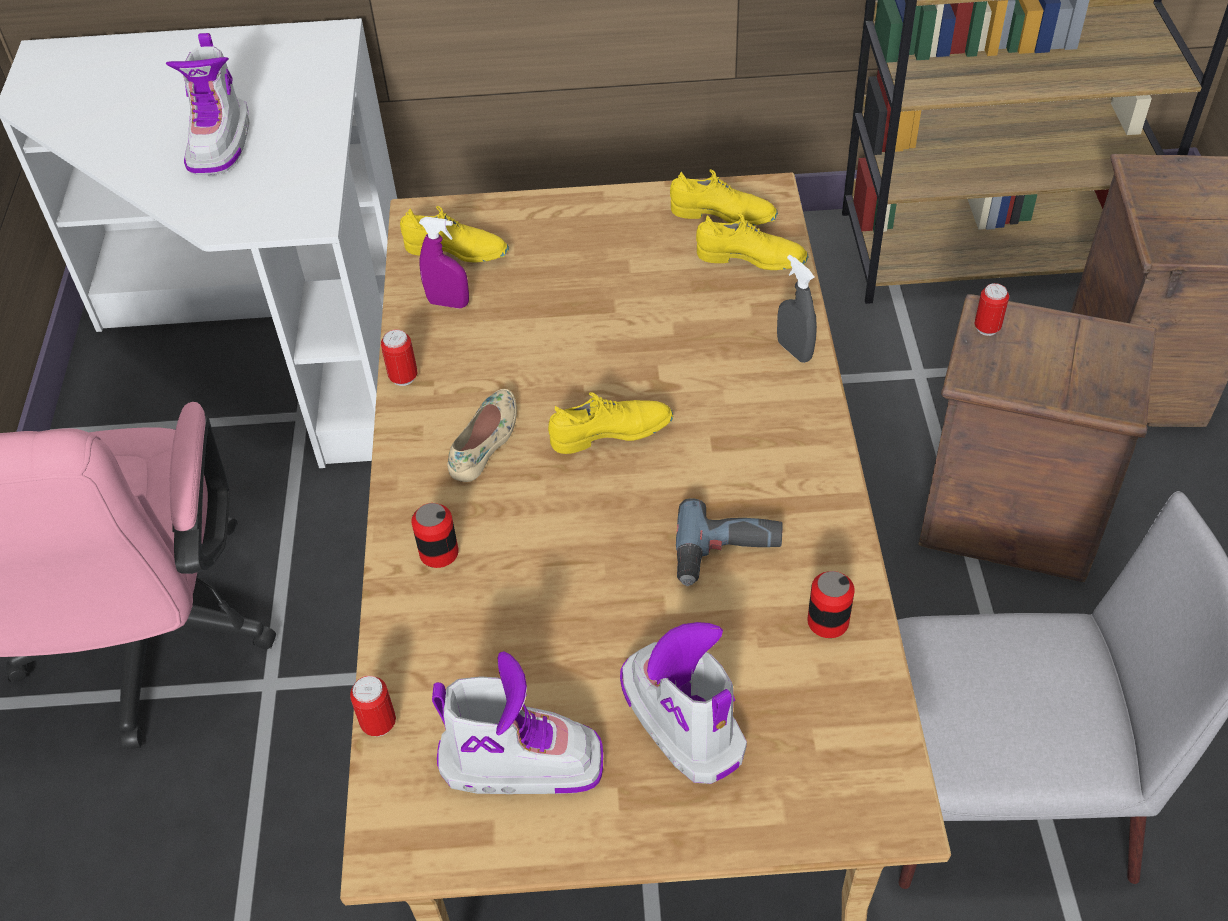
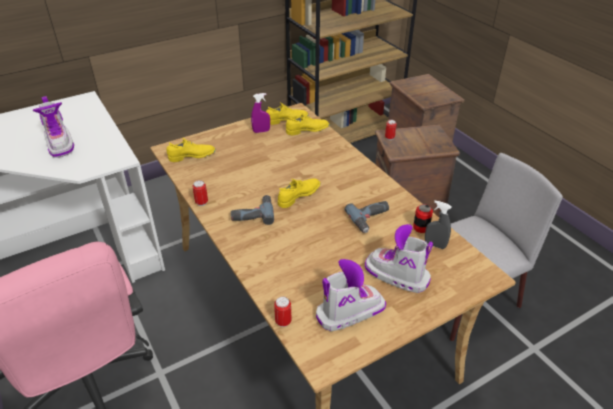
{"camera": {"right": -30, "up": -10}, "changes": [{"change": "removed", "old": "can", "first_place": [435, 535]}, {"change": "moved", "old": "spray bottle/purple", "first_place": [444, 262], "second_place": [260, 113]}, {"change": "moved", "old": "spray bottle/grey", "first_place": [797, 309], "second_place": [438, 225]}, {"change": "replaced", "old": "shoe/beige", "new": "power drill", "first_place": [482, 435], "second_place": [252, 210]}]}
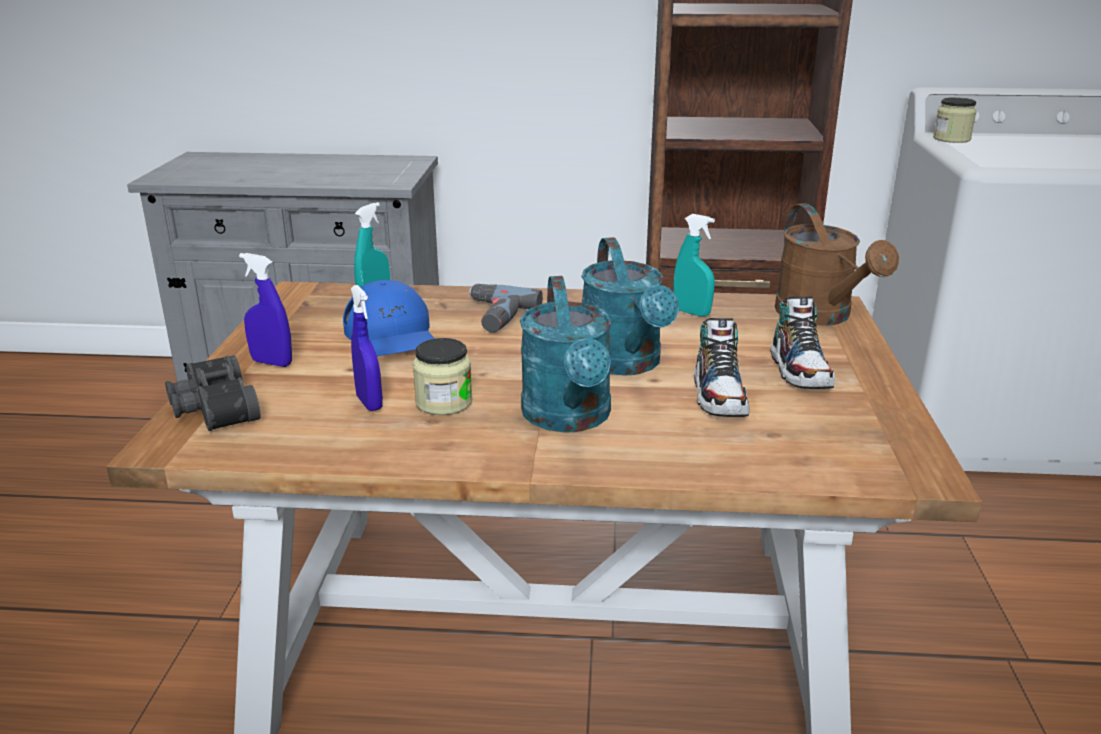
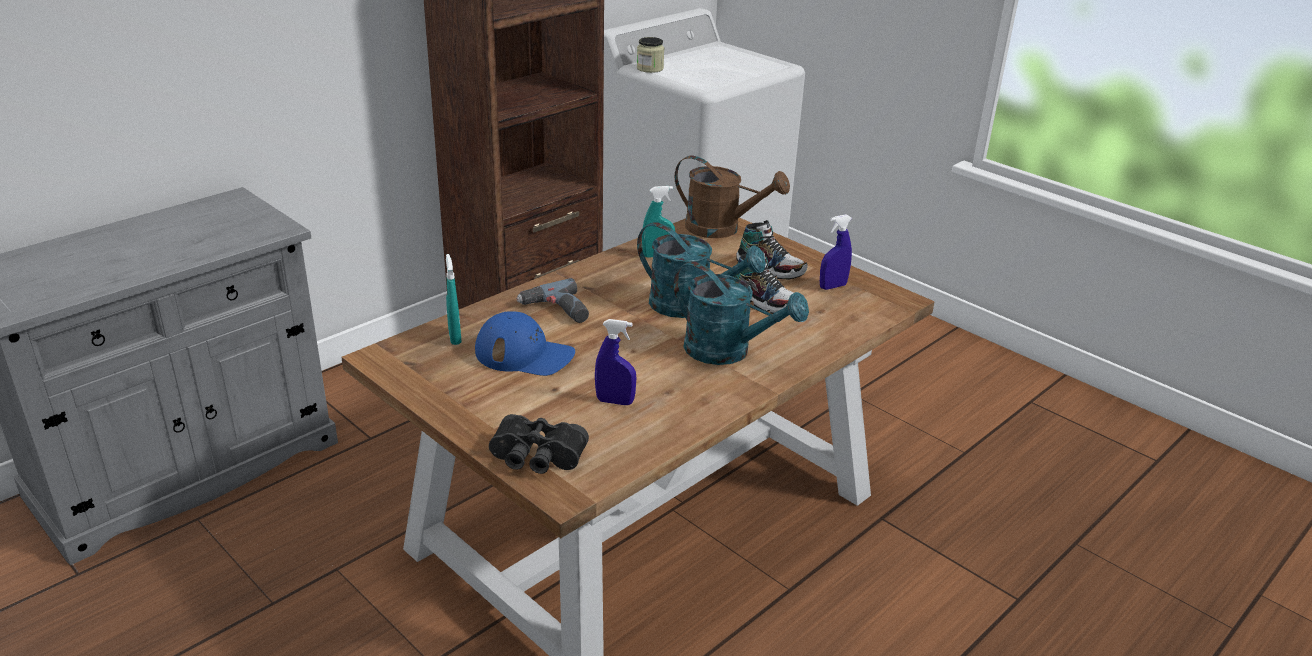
{"camera": {"right": -50, "up": 5}, "changes": [{"change": "removed", "old": "jar", "first_place": [442, 376]}, {"change": "moved", "old": "spray bottle/blue", "first_place": [265, 310], "second_place": [836, 252]}]}
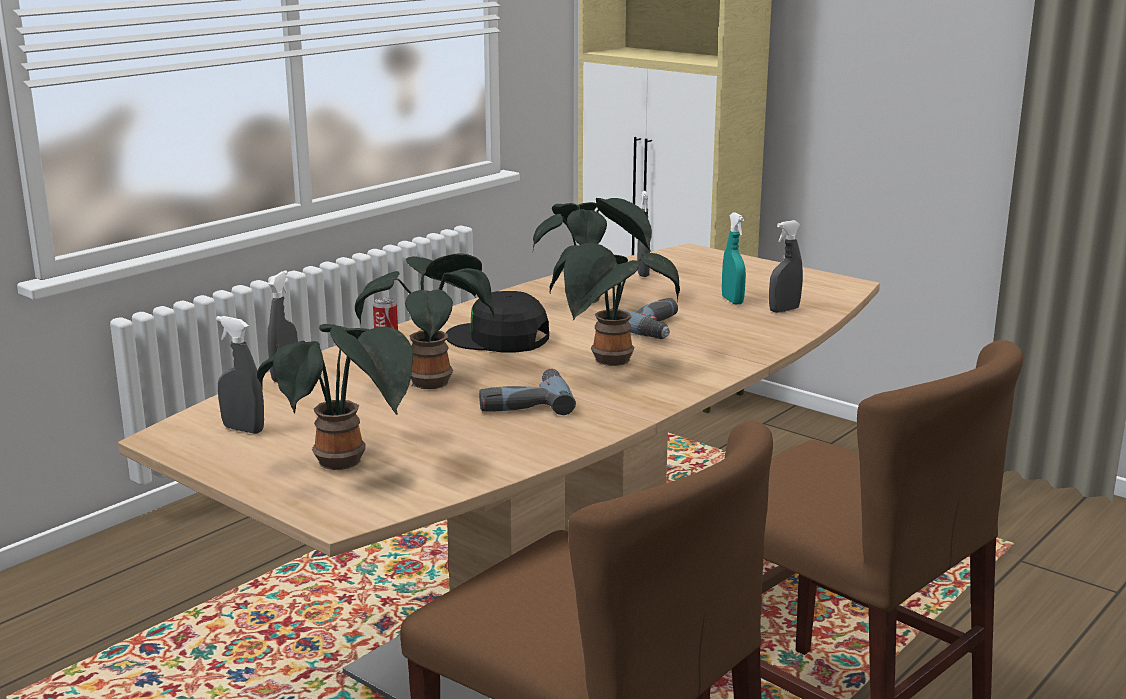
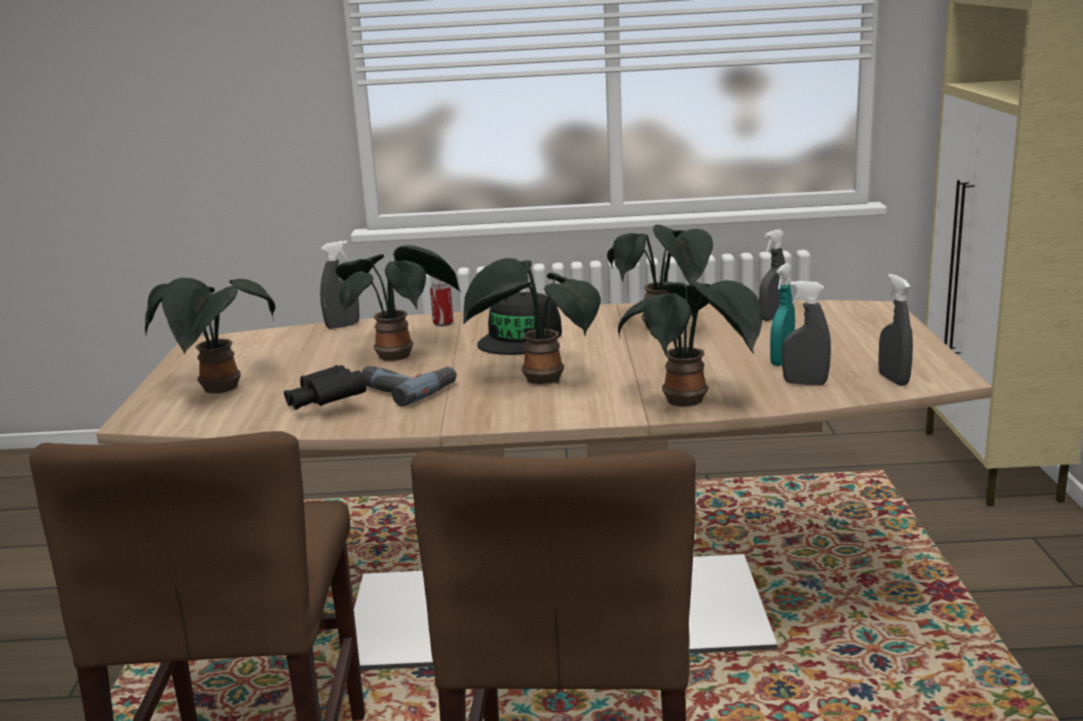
{"camera": {"right": 50, "up": 0}, "changes": [{"change": "removed", "old": "power drill", "first_place": [644, 318]}, {"change": "added", "new": "binoculars/black", "second_place": [325, 387]}, {"change": "added", "new": "potted plant", "second_place": [690, 343]}, {"change": "moved", "old": "spray bottle/grey", "first_place": [240, 375], "second_place": [895, 330]}, {"change": "turned", "old": "cap/black", "first_place": [497, 321], "second_place": [519, 323], "degrees": -135}]}
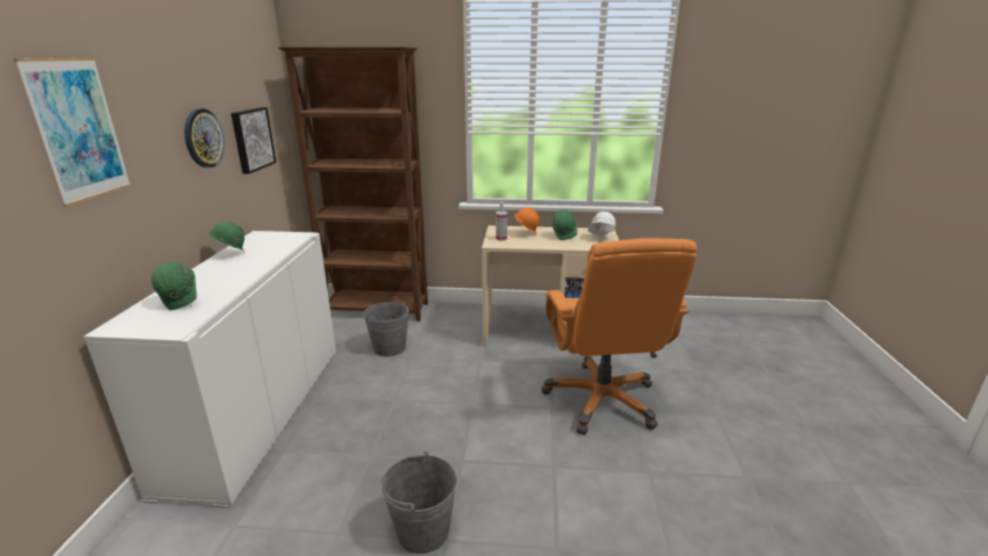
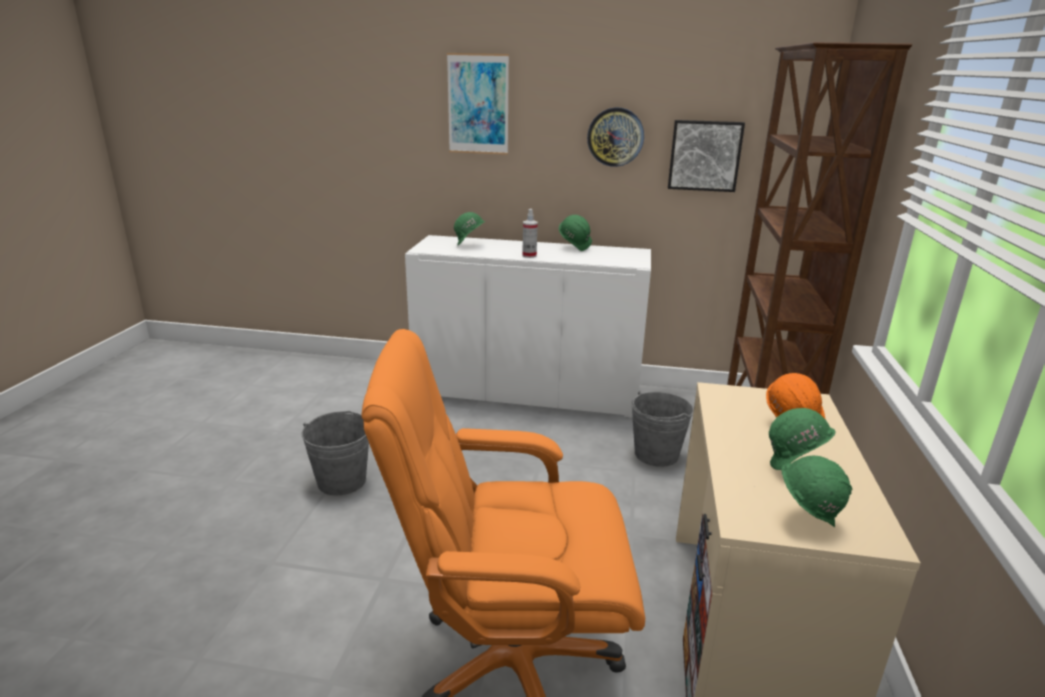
{"camera": {"right": 95, "up": 0}, "changes": [{"change": "moved", "old": "spray bottle", "first_place": [502, 221], "second_place": [530, 233]}, {"change": "recoloured", "old": "hard hat/white", "new": "hard hat/green", "first_place": [602, 224], "second_place": [817, 491]}]}
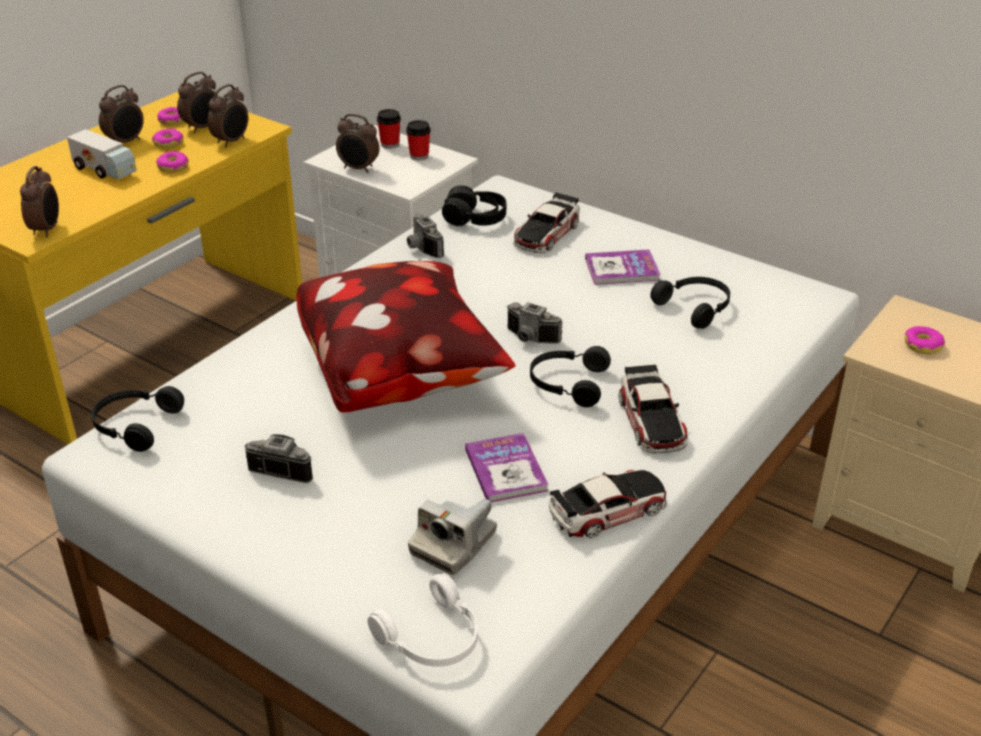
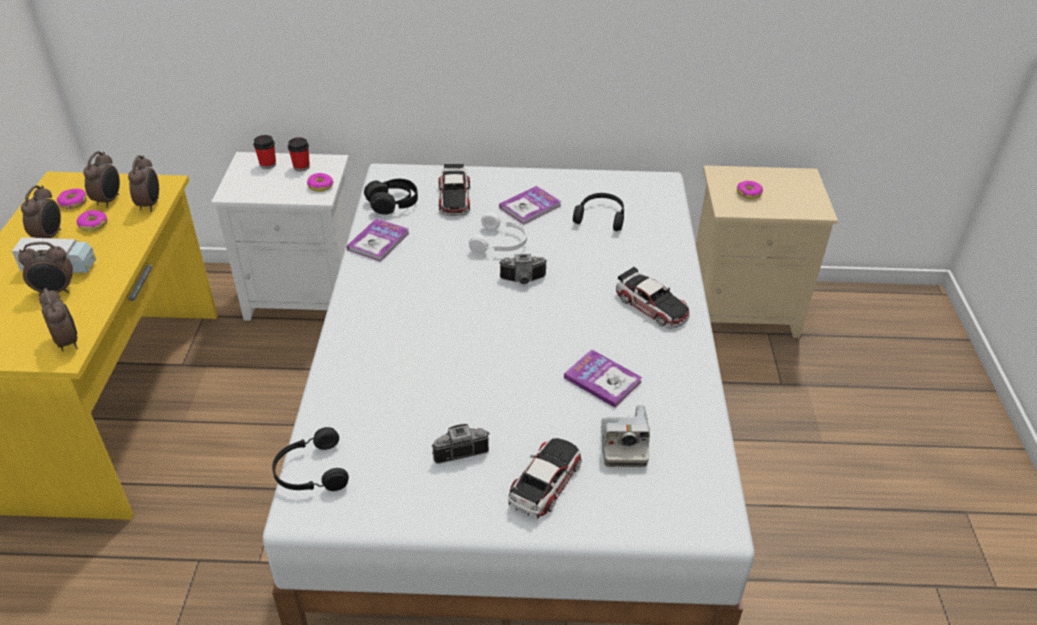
{"camera": {"right": -35, "up": 5}, "changes": [{"change": "removed", "old": "pillow", "first_place": [405, 336]}, {"change": "removed", "old": "headphones/black", "first_place": [570, 376]}, {"change": "moved", "old": "donut", "first_place": [172, 162], "second_place": [320, 182]}, {"change": "moved", "old": "alarm clock", "first_place": [358, 143], "second_place": [45, 269]}, {"change": "moved", "old": "headphones/white", "first_place": [423, 620], "second_place": [498, 233]}, {"change": "moved", "old": "toy car", "first_place": [607, 504], "second_place": [545, 478]}, {"change": "replaced", "old": "photo camera", "new": "book", "first_place": [425, 236], "second_place": [378, 240]}]}
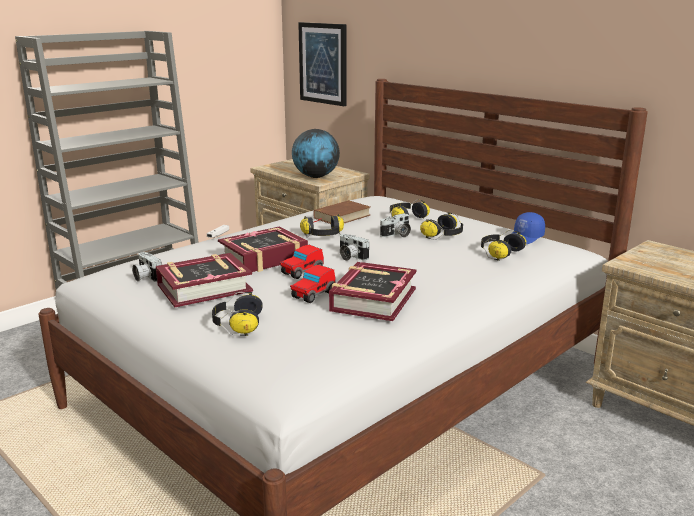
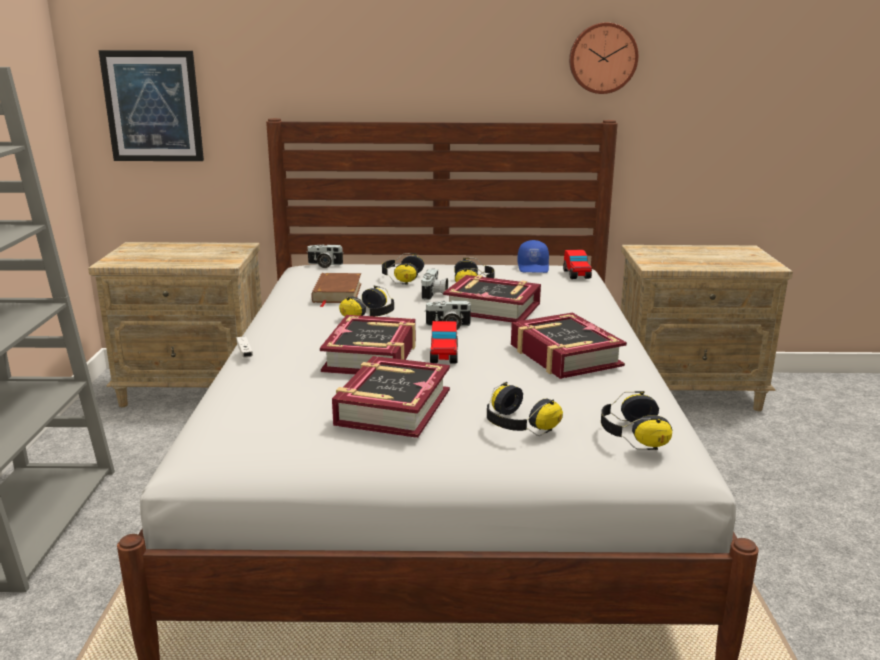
{"camera": {"right": -45, "up": 0}, "changes": [{"change": "removed", "old": "globe", "first_place": [316, 153]}, {"change": "added", "new": "book", "second_place": [492, 298]}, {"change": "added", "new": "wall clock", "second_place": [603, 58]}, {"change": "moved", "old": "photo camera", "first_place": [147, 267], "second_place": [326, 256]}, {"change": "moved", "old": "toy car", "first_place": [312, 284], "second_place": [577, 264]}, {"change": "moved", "old": "headphones", "first_place": [503, 245], "second_place": [636, 420]}]}
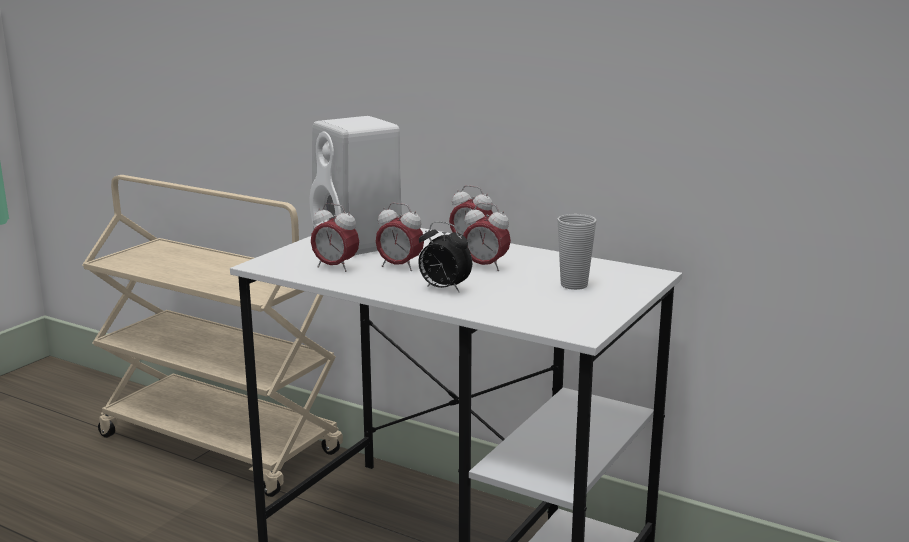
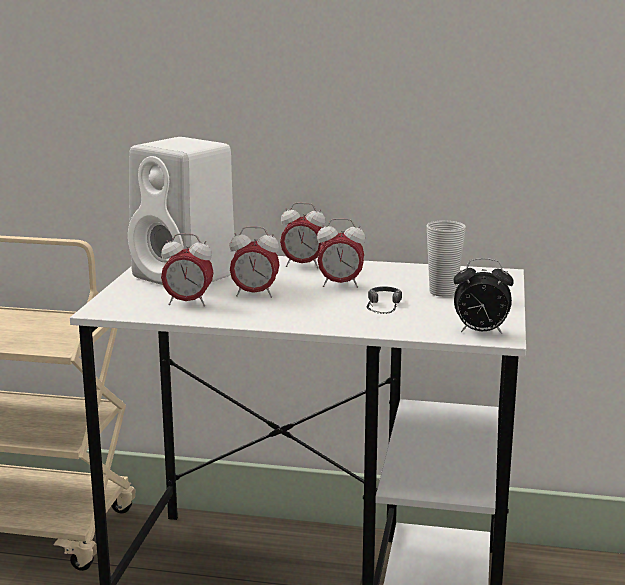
{"camera": {"right": -20, "up": 0}, "changes": [{"change": "added", "new": "headphones", "second_place": [384, 300]}, {"change": "moved", "old": "alarm clock", "first_place": [445, 256], "second_place": [484, 296]}]}
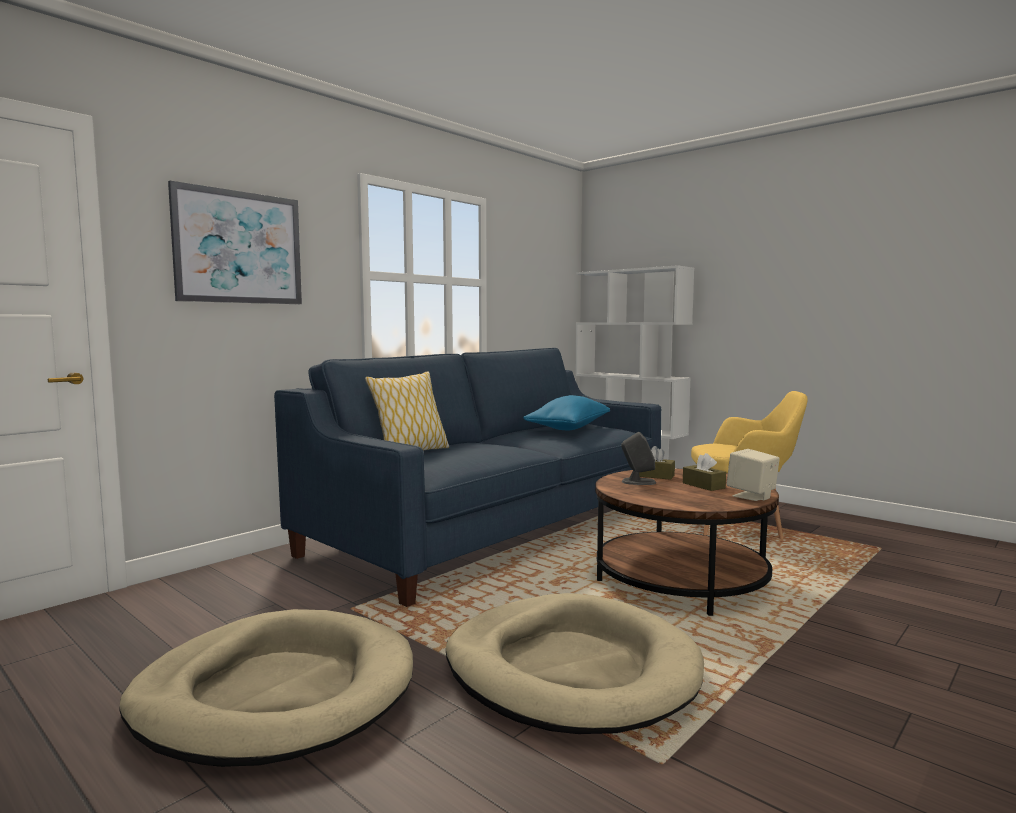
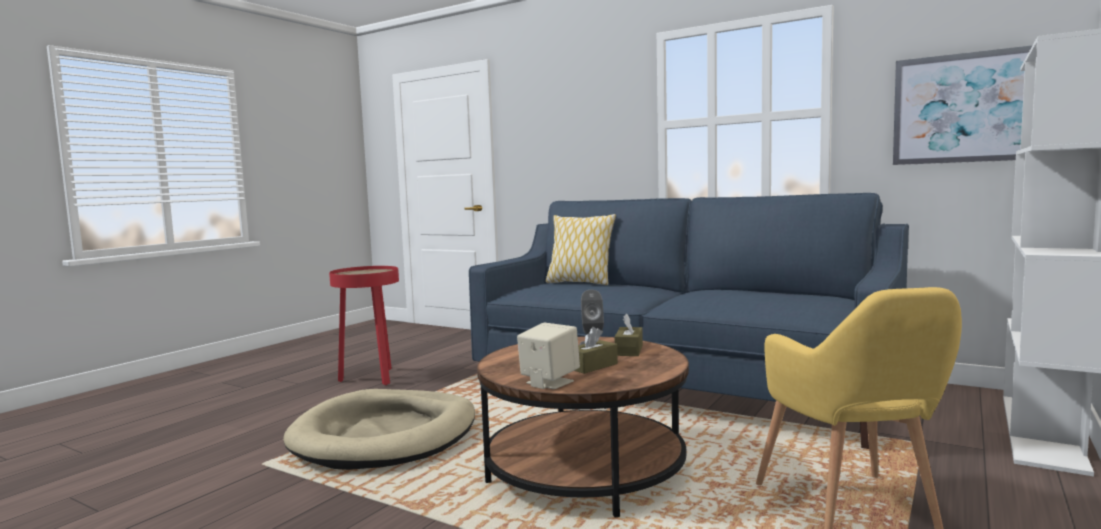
{"camera": {"right": 80, "up": 0}, "changes": [{"change": "removed", "old": "pillow/blue", "first_place": [566, 412]}, {"change": "moved", "old": "picture", "first_place": [235, 242], "second_place": [962, 105]}, {"change": "replaced", "old": "dog bed/beige", "new": "side table/red", "first_place": [266, 688], "second_place": [364, 325]}]}
